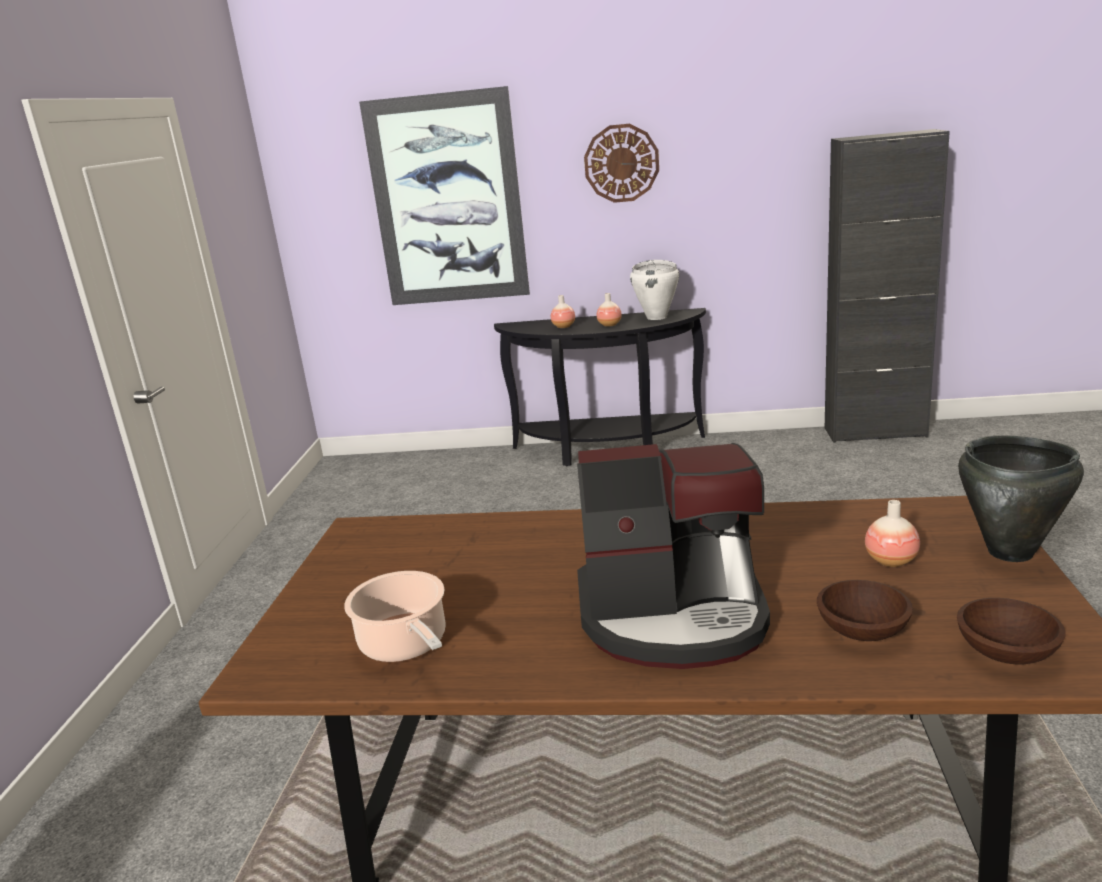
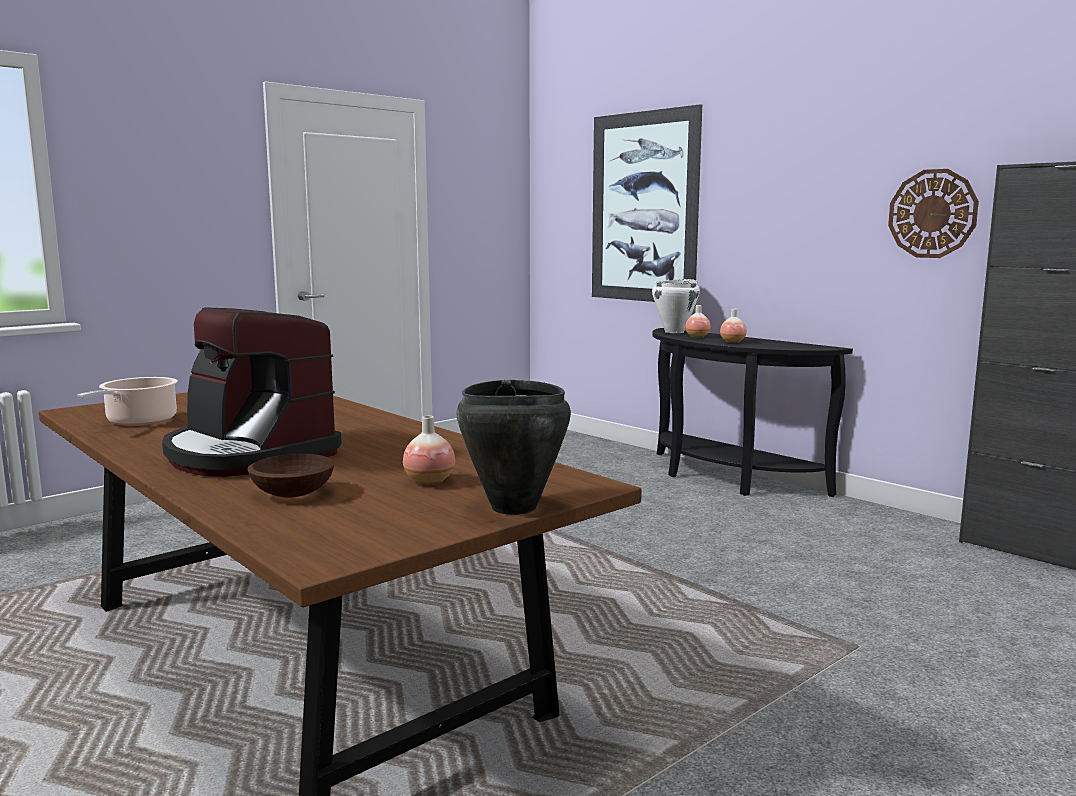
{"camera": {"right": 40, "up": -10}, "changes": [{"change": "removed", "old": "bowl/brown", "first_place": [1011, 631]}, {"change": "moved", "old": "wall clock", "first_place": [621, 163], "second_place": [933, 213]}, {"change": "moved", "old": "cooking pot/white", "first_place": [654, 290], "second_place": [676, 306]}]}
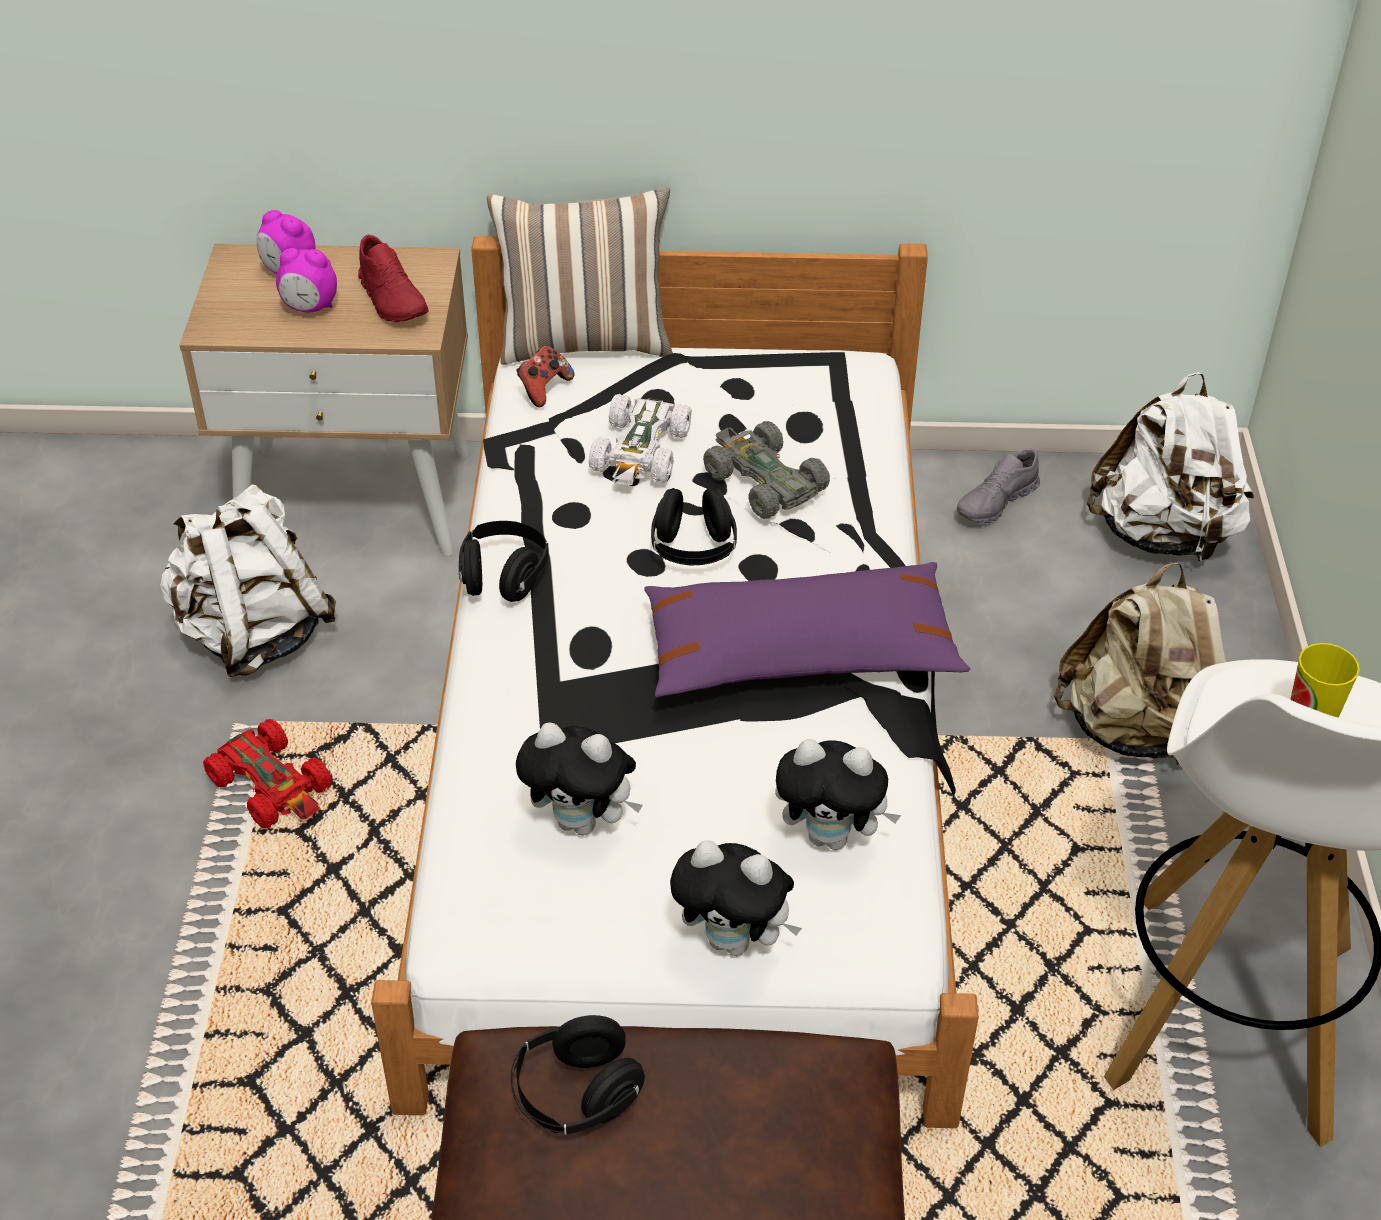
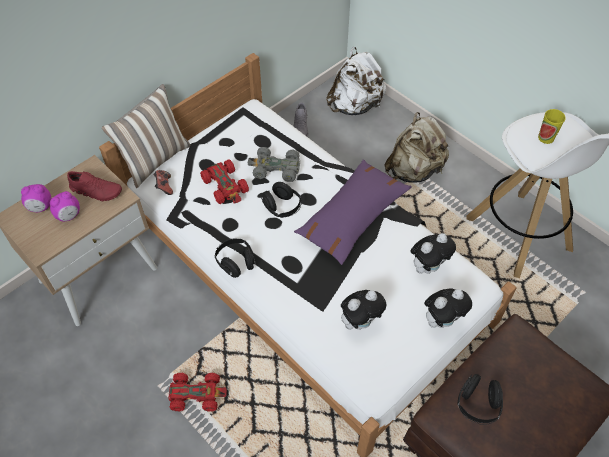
{"camera": {"right": -45, "up": 10}, "changes": [{"change": "removed", "old": "backpack/white", "first_place": [248, 580]}, {"change": "recoloured", "old": "toy car/white", "new": "toy car/red", "first_place": [640, 440], "second_place": [224, 182]}]}
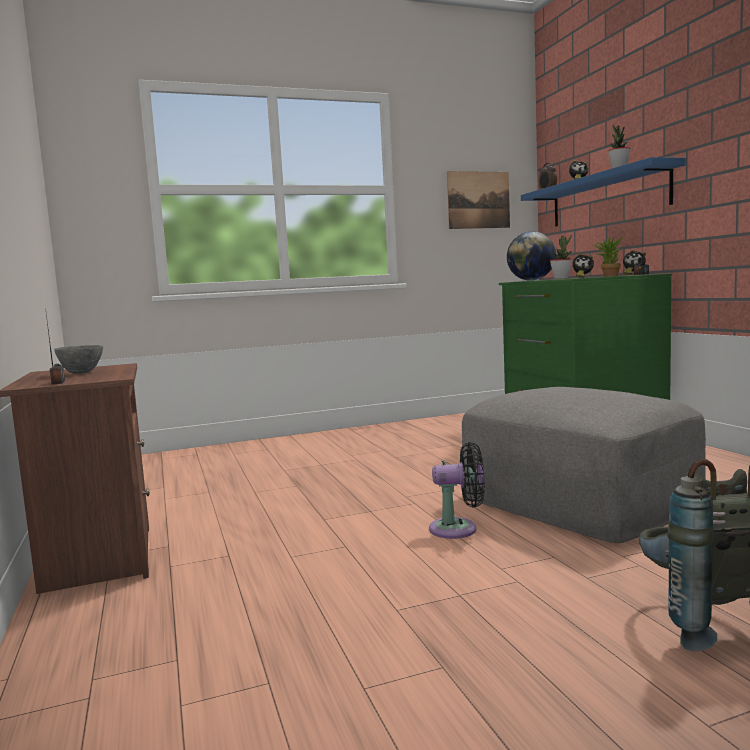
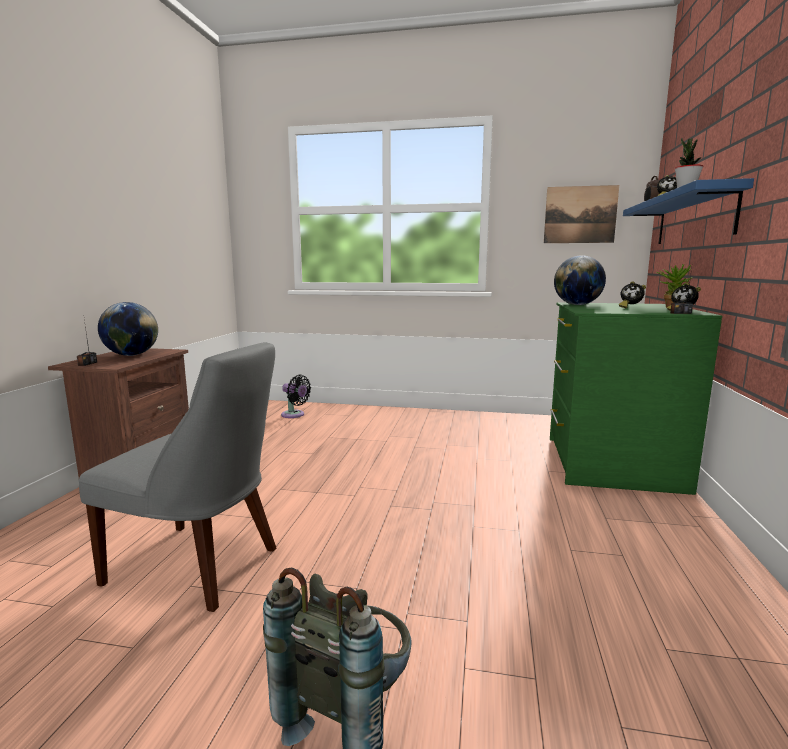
{"camera": {"right": 30, "up": 5}, "changes": [{"change": "removed", "old": "ottoman/grey", "first_place": [584, 465]}, {"change": "removed", "old": "potted plant", "first_place": [561, 257]}, {"change": "added", "new": "chair/grey", "second_place": [177, 477]}, {"change": "moved", "old": "fan/black", "first_place": [457, 490], "second_place": [296, 396]}, {"change": "replaced", "old": "bowl/grey", "new": "globe", "first_place": [78, 359], "second_place": [128, 329]}]}
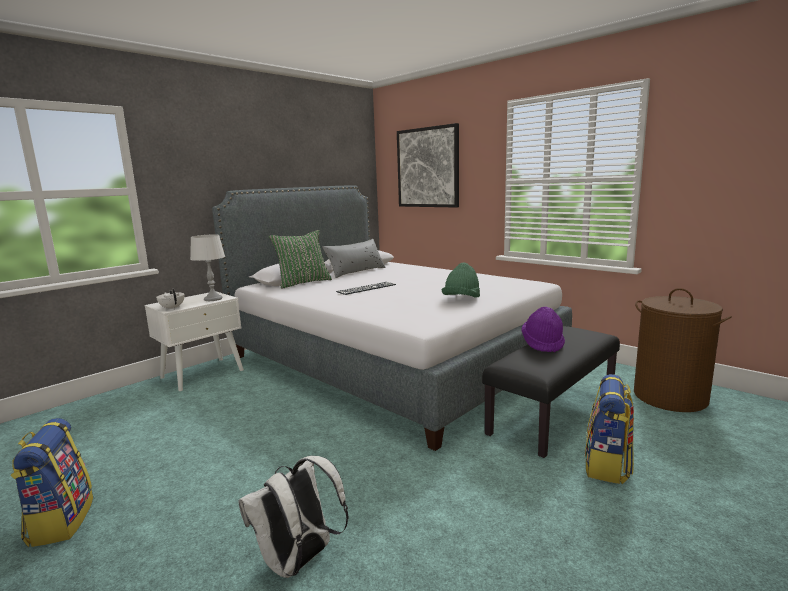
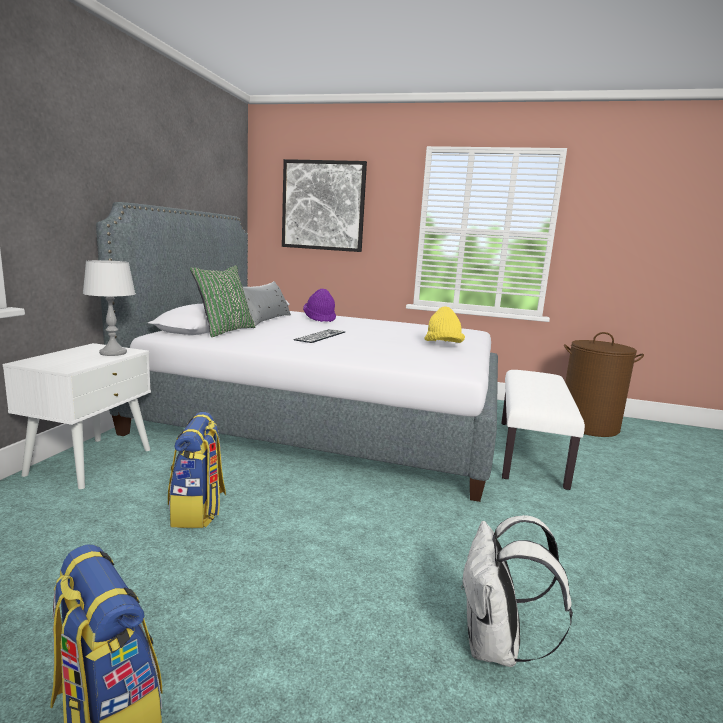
{"camera": {"right": -30, "up": 0}, "changes": [{"change": "removed", "old": "teapot/white", "first_place": [170, 299]}, {"change": "moved", "old": "hat/purple", "first_place": [543, 329], "second_place": [319, 305]}, {"change": "moved", "old": "backpack", "first_place": [609, 429], "second_place": [197, 470]}, {"change": "recoloured", "old": "hat/green", "new": "hat/yellow", "first_place": [461, 280], "second_place": [444, 324]}, {"change": "recoloured", "old": "bench/black", "new": "bench/white", "first_place": [551, 392], "second_place": [543, 430]}]}
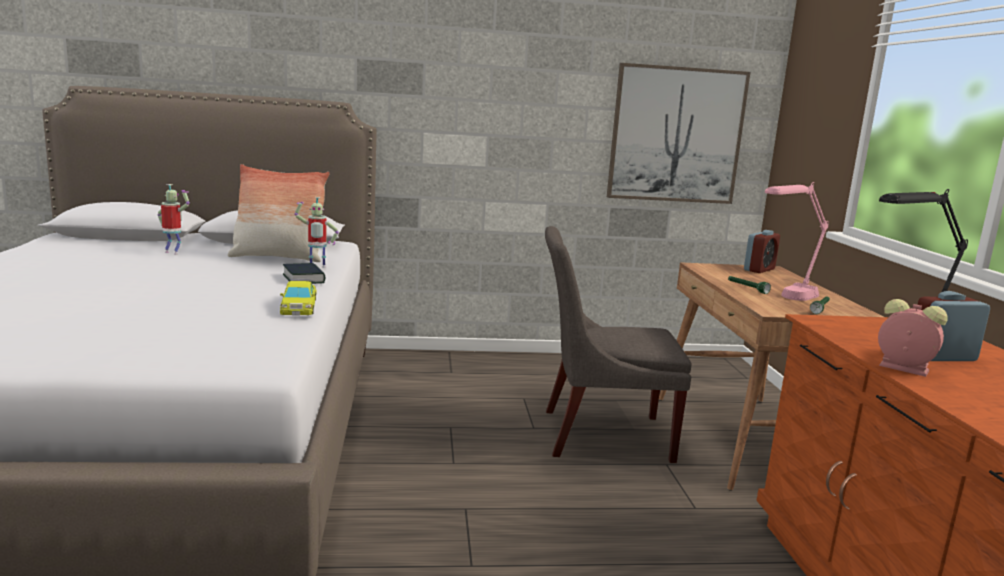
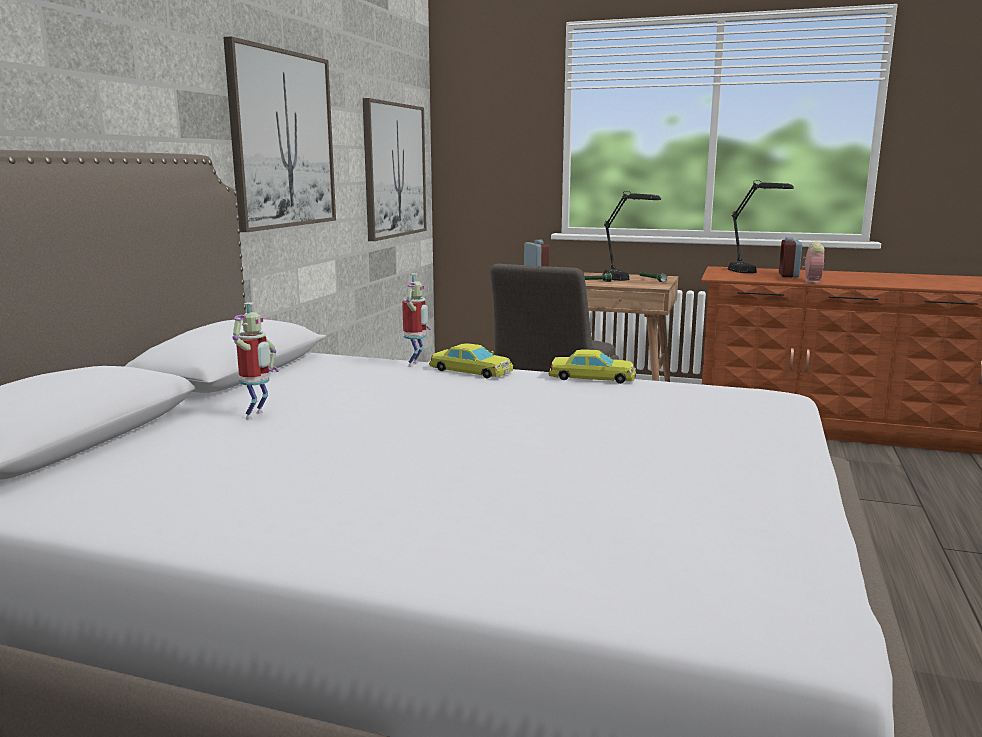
{"camera": {"right": -65, "up": 0}, "changes": [{"change": "removed", "old": "pillow", "first_place": [279, 213]}, {"change": "added", "new": "picture", "second_place": [279, 134]}, {"change": "replaced", "old": "book", "new": "toy car/yellow", "first_place": [304, 273], "second_place": [471, 360]}, {"change": "recoloured", "old": "table lamp/pink", "new": "table lamp/black", "first_place": [797, 241], "second_place": [632, 236]}, {"change": "turned", "old": "toy robot", "first_place": [173, 219], "second_place": [256, 361], "degrees": 150}, {"change": "turned", "old": "alarm clock", "first_place": [913, 338], "second_place": [813, 263], "degrees": 135}]}
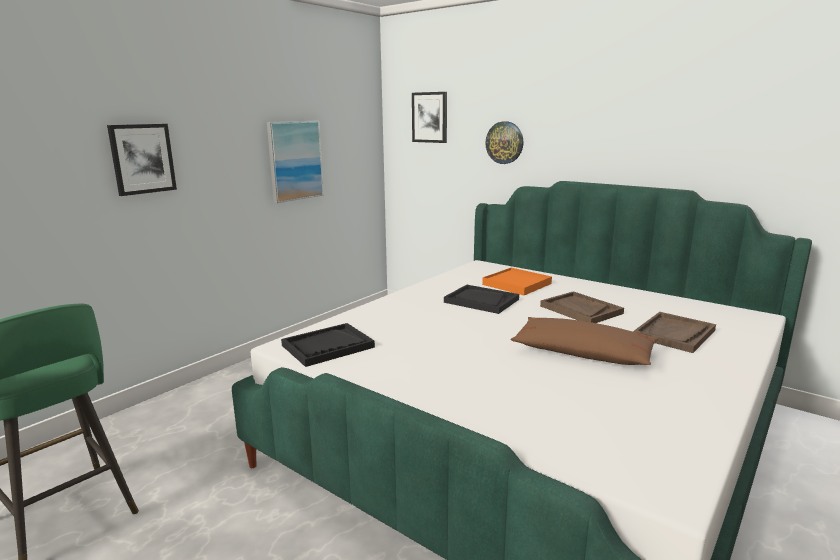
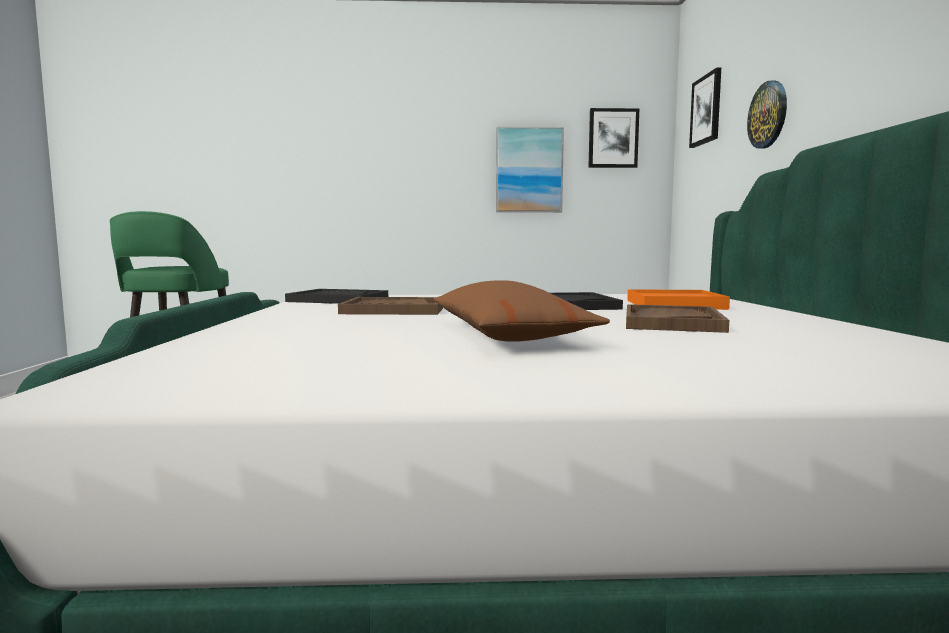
{"camera": {"right": 50, "up": -10}, "changes": [{"change": "moved", "old": "picture", "first_place": [142, 160], "second_place": [613, 138]}, {"change": "moved", "old": "tray/brown", "first_place": [675, 332], "second_place": [390, 306]}]}
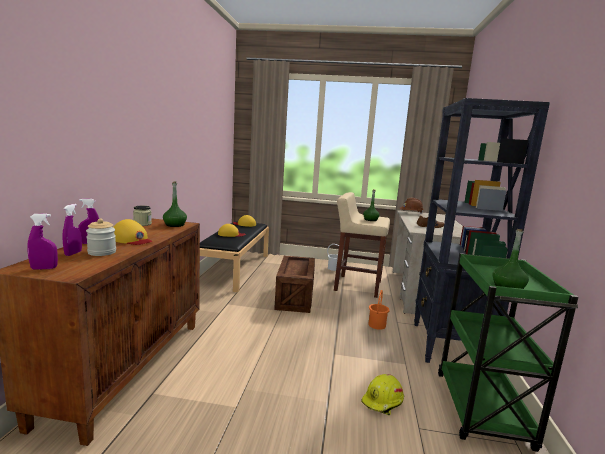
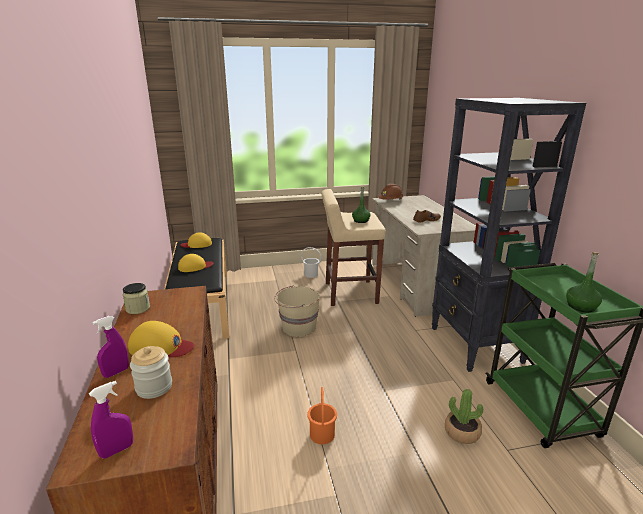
{"camera": {"right": -20, "up": 10}, "changes": [{"change": "removed", "old": "spray bottle/purple", "first_place": [72, 230]}, {"change": "removed", "old": "bottle/green", "first_place": [175, 204]}, {"change": "moved", "old": "bucket/orange", "first_place": [378, 310], "second_place": [322, 415]}, {"change": "replaced", "old": "crate", "new": "bucket/beige", "first_place": [294, 284], "second_place": [297, 311]}, {"change": "replaced", "old": "hard hat/yellow", "new": "potted plant", "first_place": [382, 394], "second_place": [464, 416]}]}
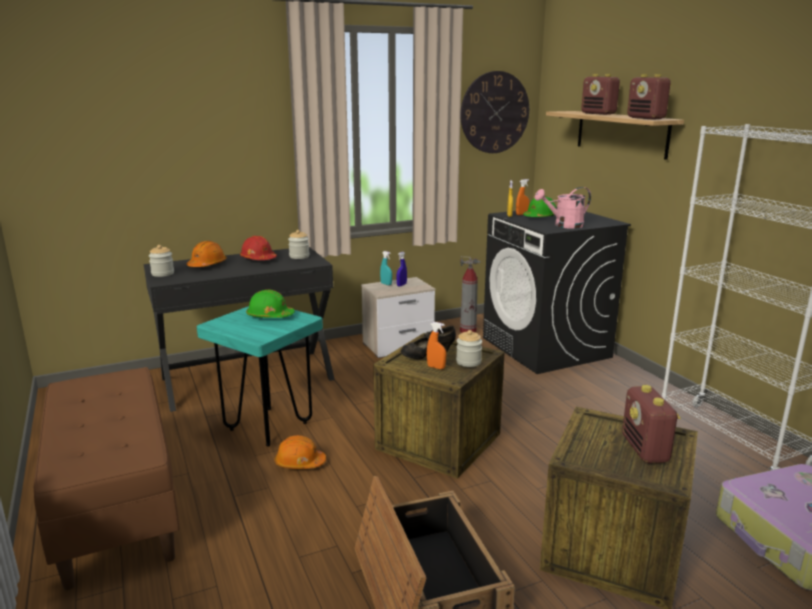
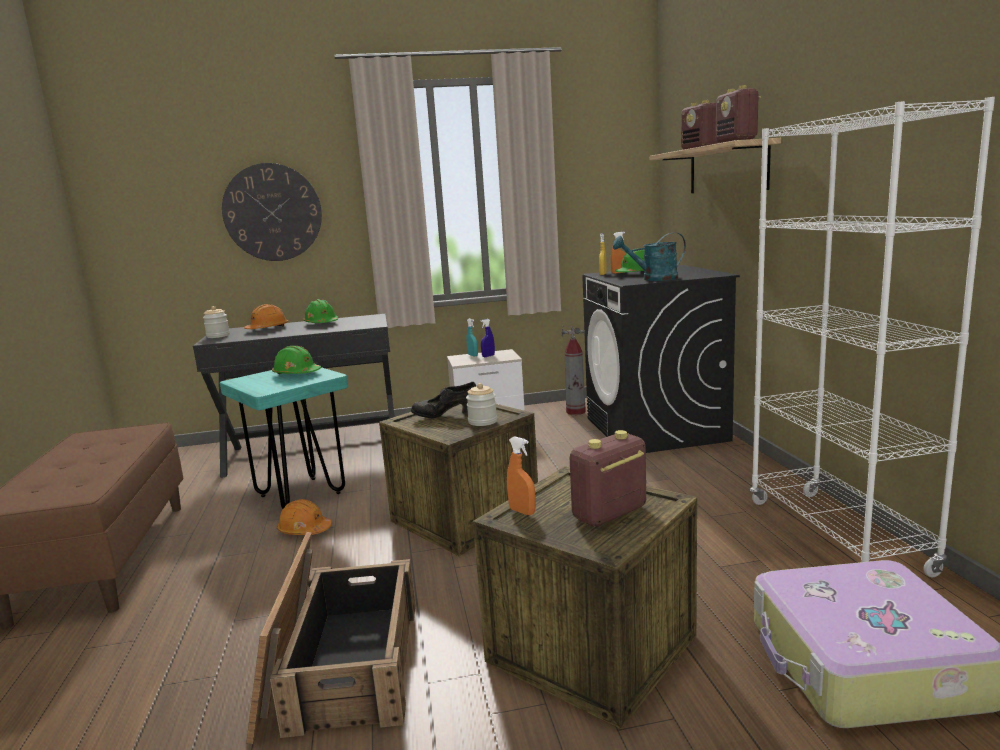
{"camera": {"right": 15, "up": -5}, "changes": [{"change": "removed", "old": "jar", "first_place": [298, 244]}, {"change": "moved", "old": "spray bottle/orange", "first_place": [436, 345], "second_place": [521, 475]}, {"change": "moved", "old": "wall clock", "first_place": [494, 112], "second_place": [272, 212]}, {"change": "recoloured", "old": "hard hat/red", "new": "hard hat/green", "first_place": [258, 248], "second_place": [320, 311]}, {"change": "recoloured", "old": "watering can/pink", "new": "watering can/turquoise", "first_place": [562, 208], "second_place": [649, 256]}, {"change": "turned", "old": "radio", "first_place": [651, 424], "second_place": [608, 478], "degrees": 45}]}
